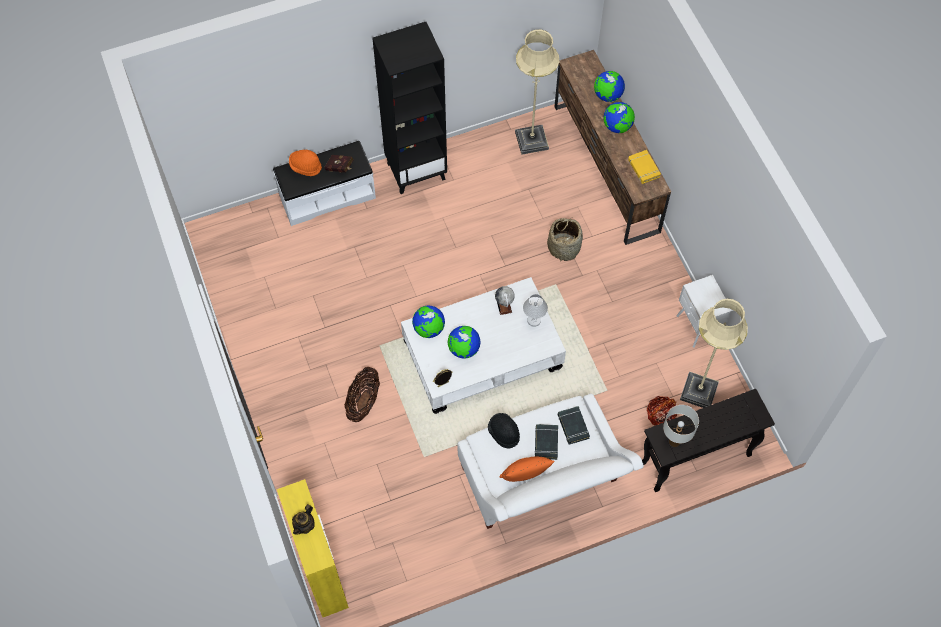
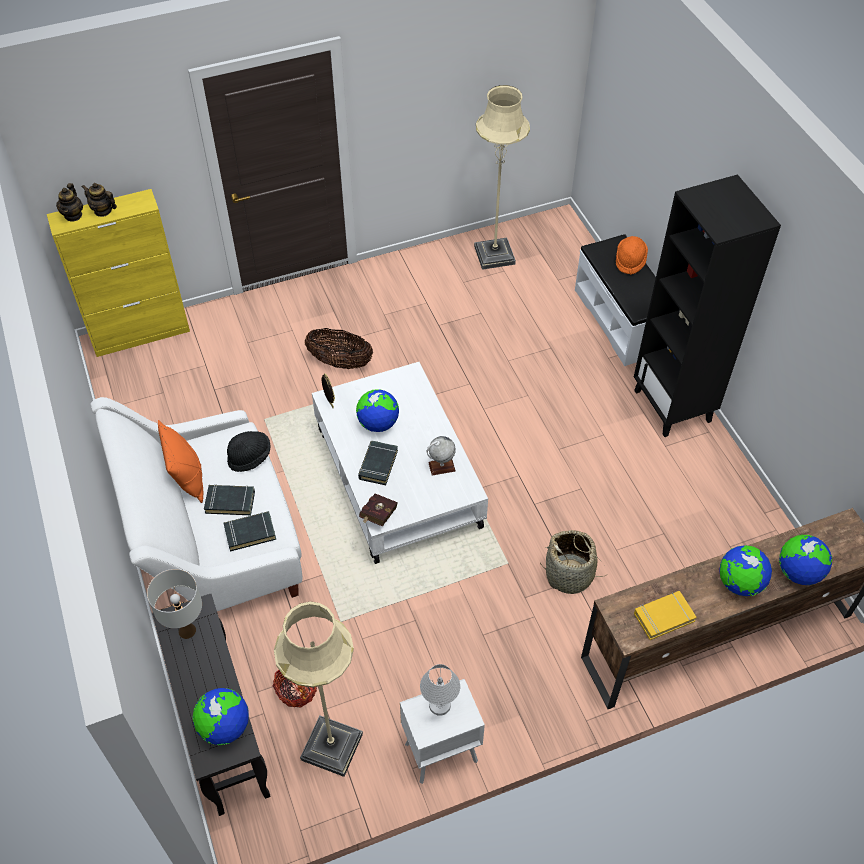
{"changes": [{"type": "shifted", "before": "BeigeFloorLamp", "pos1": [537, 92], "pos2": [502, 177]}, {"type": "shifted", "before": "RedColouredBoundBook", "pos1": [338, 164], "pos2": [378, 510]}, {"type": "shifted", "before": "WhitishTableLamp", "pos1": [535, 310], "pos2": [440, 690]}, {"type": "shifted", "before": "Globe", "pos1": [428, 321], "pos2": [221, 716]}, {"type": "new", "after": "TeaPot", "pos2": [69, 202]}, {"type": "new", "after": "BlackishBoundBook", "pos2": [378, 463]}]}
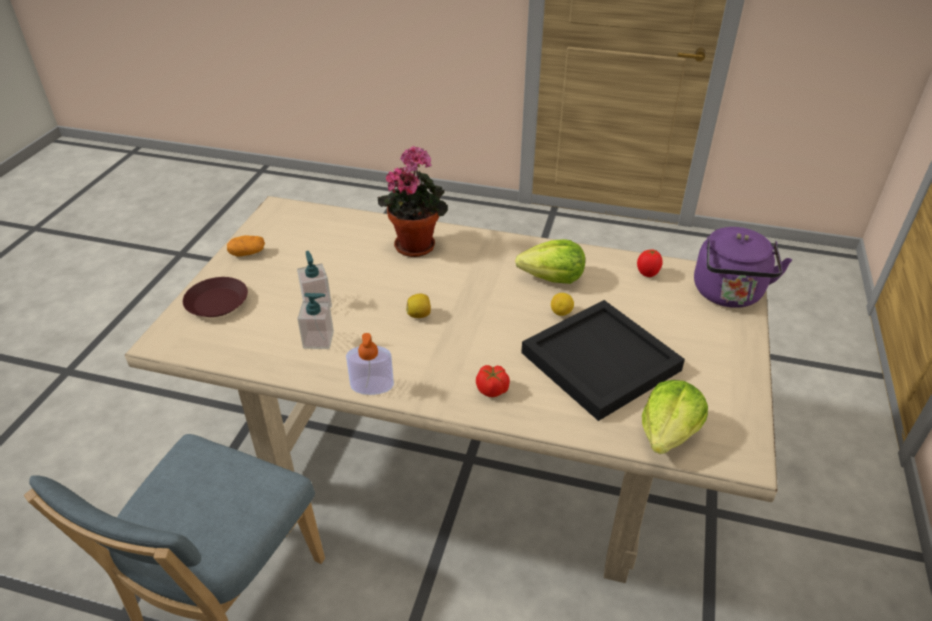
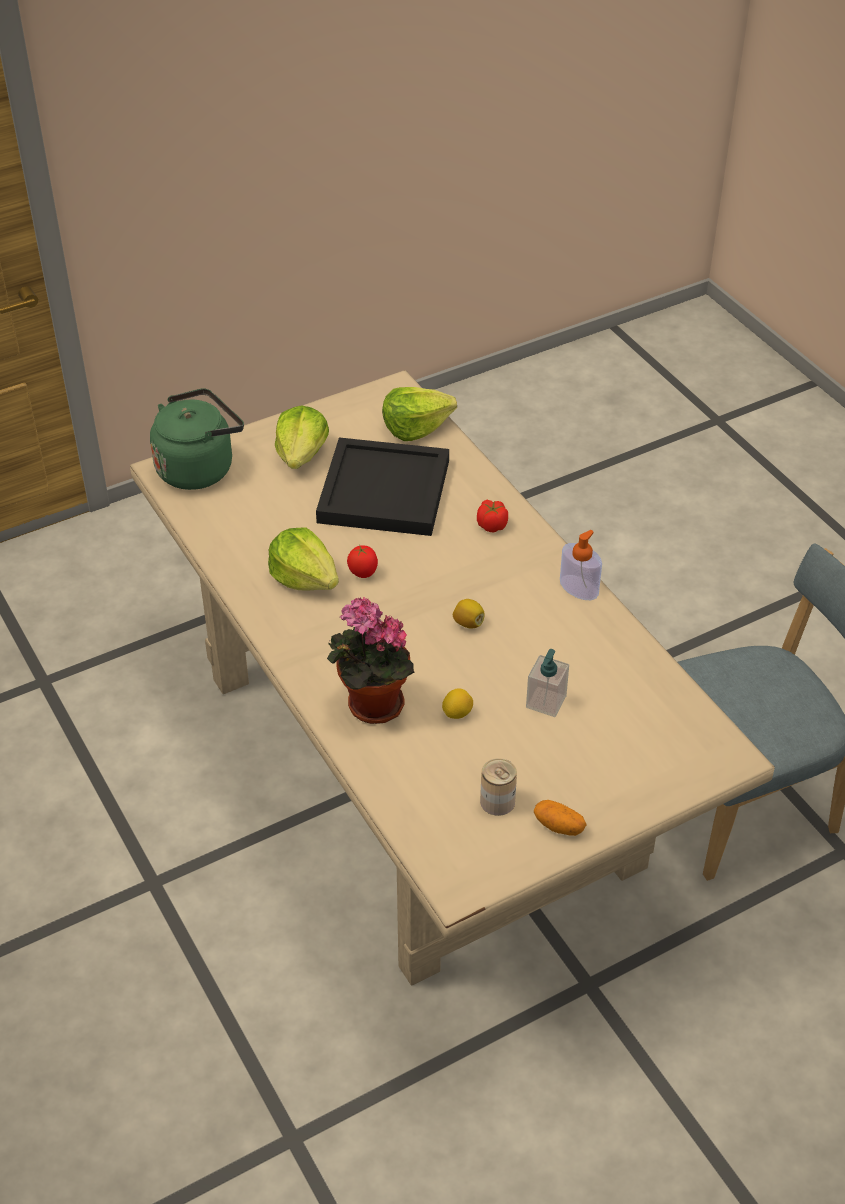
{"changes": [{"type": "repainted", "before": "PurplishKettle", "after": "GreenishKettle", "pos1": [743, 267], "pos2": [197, 439]}, {"type": "shifted", "before": "WholeTomato", "pos1": [650, 263], "pos2": [362, 561]}, {"type": "gone", "before": "BrownFlatDish", "pos1": [215, 297]}, {"type": "gone", "before": "SoapDispenser", "pos1": [315, 321]}, {"type": "shifted", "before": "WholeLemon", "pos1": [562, 304], "pos2": [457, 703]}, {"type": "new", "after": "Lettuce", "pos2": [302, 437]}, {"type": "new", "after": "Can", "pos2": [498, 787]}]}
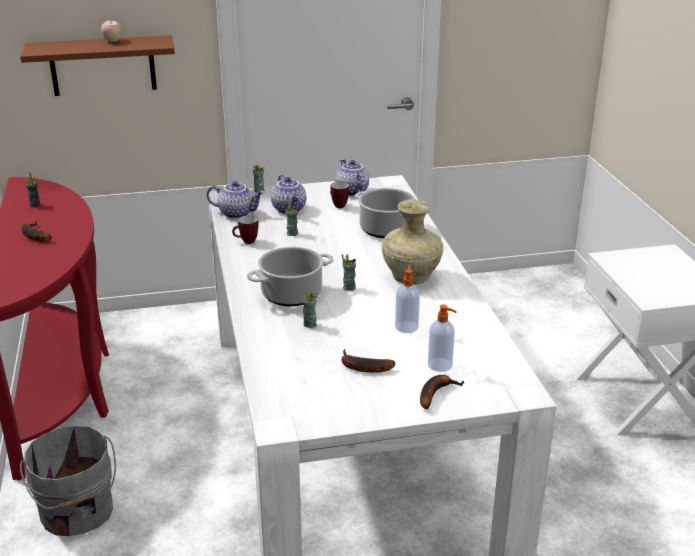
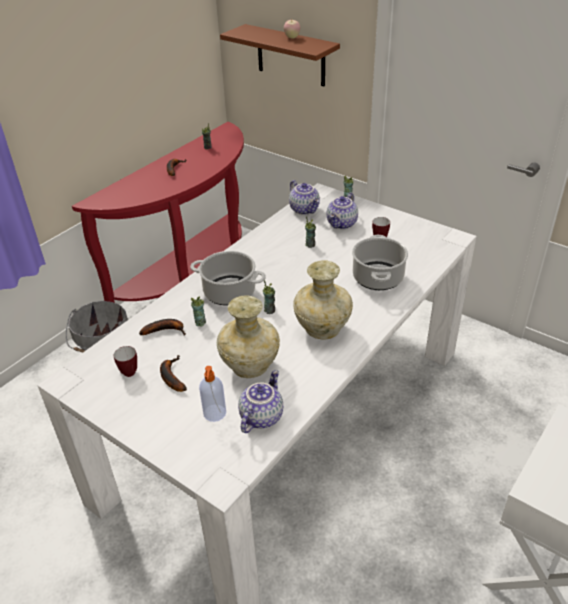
{"changes": [{"type": "shifted", "before": "TeaPot", "pos1": [352, 177], "pos2": [260, 401]}, {"type": "shifted", "before": "TeaMug", "pos1": [245, 229], "pos2": [125, 361]}, {"type": "swapped", "before": "SoapDispenser", "after": "BeigeFlowerVase", "pos1": [407, 299], "pos2": [248, 336]}, {"type": "shifted", "before": "BananaFruit", "pos1": [442, 392], "pos2": [162, 327]}]}
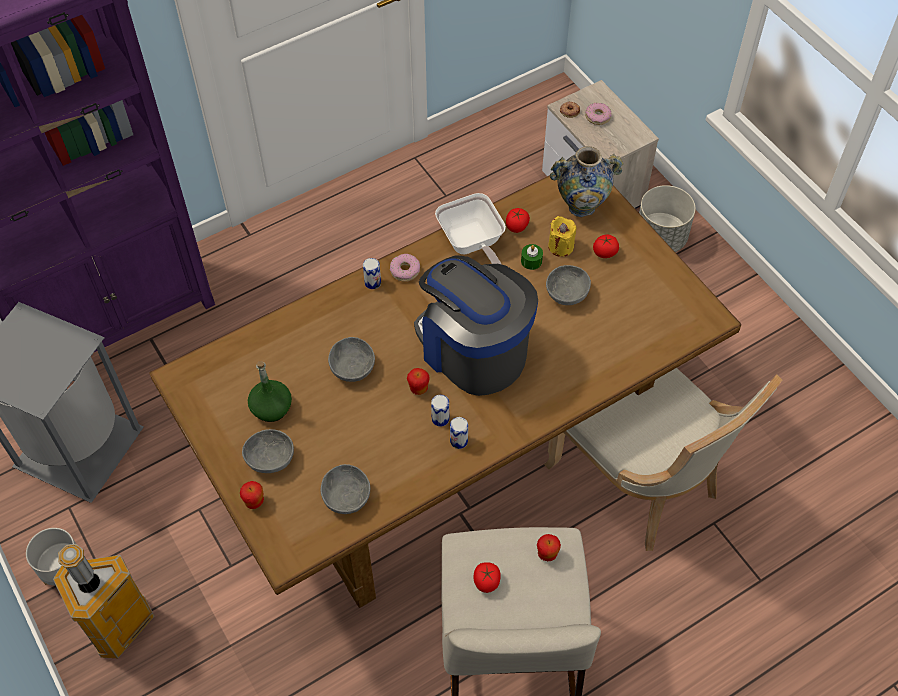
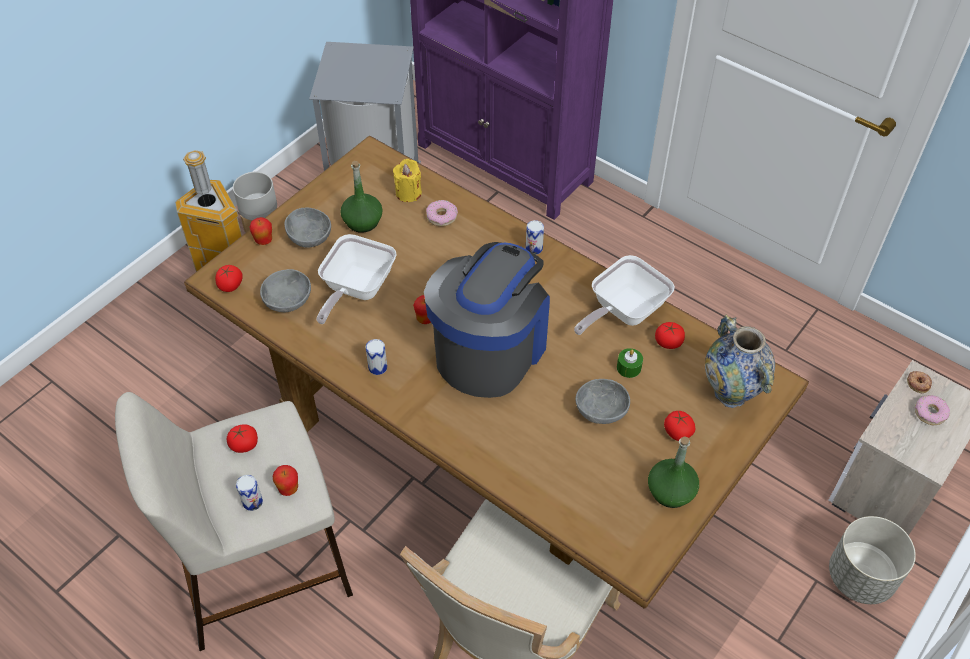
{"changes": [{"type": "shifted", "before": "YellowishWaxLight", "pos1": [562, 236], "pos2": [407, 180]}, {"type": "shifted", "before": "RingDoughnut", "pos1": [405, 268], "pos2": [442, 213]}, {"type": "gone", "before": "GreyishServingBowl", "pos1": [351, 359]}, {"type": "shifted", "before": "Can", "pos1": [440, 411], "pos2": [249, 493]}, {"type": "new", "after": "Pan", "pos2": [357, 279]}, {"type": "new", "after": "WholeTomato", "pos2": [229, 278]}, {"type": "new", "after": "GreenishDrinkBottle", "pos2": [673, 472]}]}
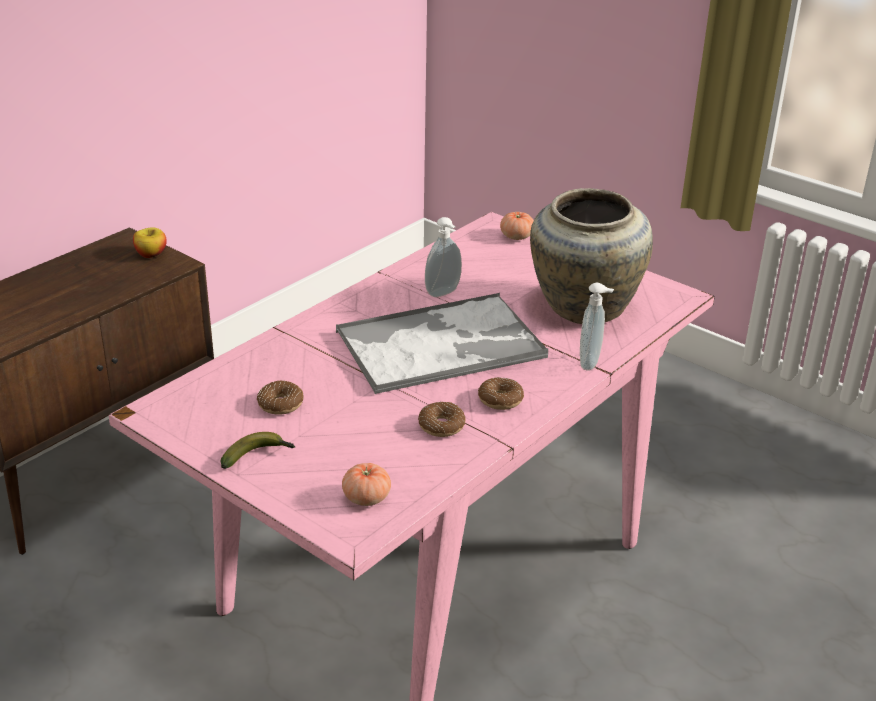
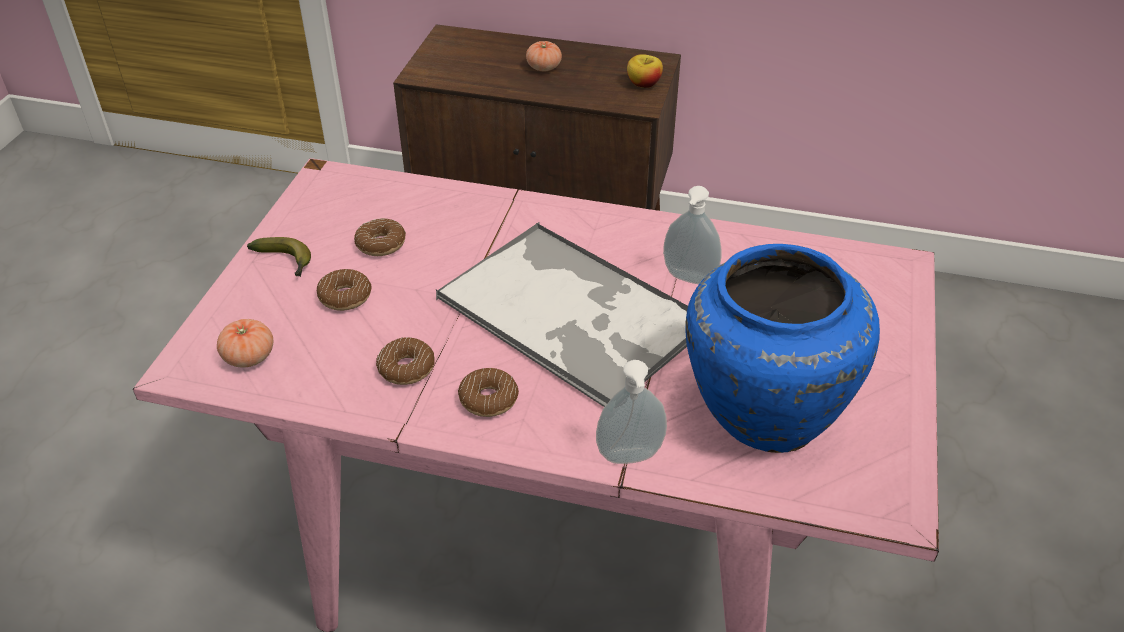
{"changes": [{"type": "repainted", "before": "BeigeFlowerVase", "after": "BlueColouredFlowerVase", "pos1": [591, 256], "pos2": [782, 348]}, {"type": "shifted", "before": "WholeTomato", "pos1": [517, 226], "pos2": [544, 56]}, {"type": "new", "after": "RingDoughnut", "pos2": [344, 290]}]}
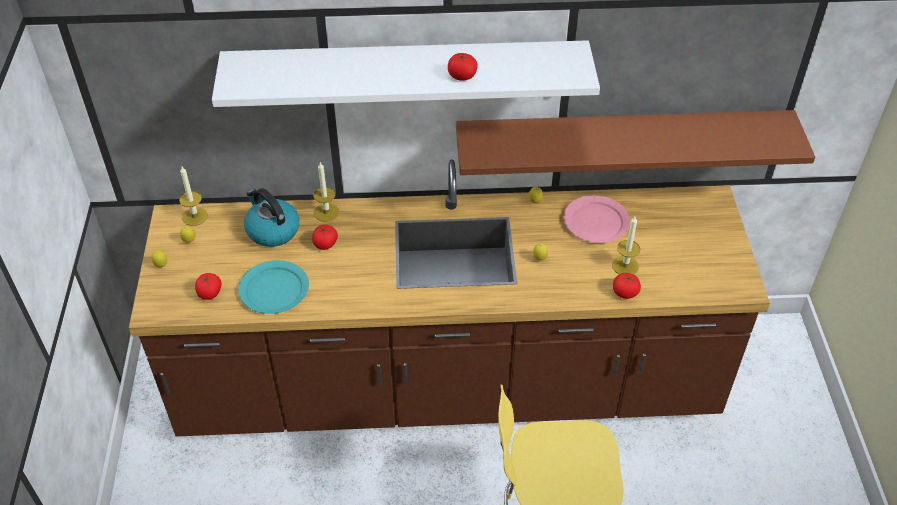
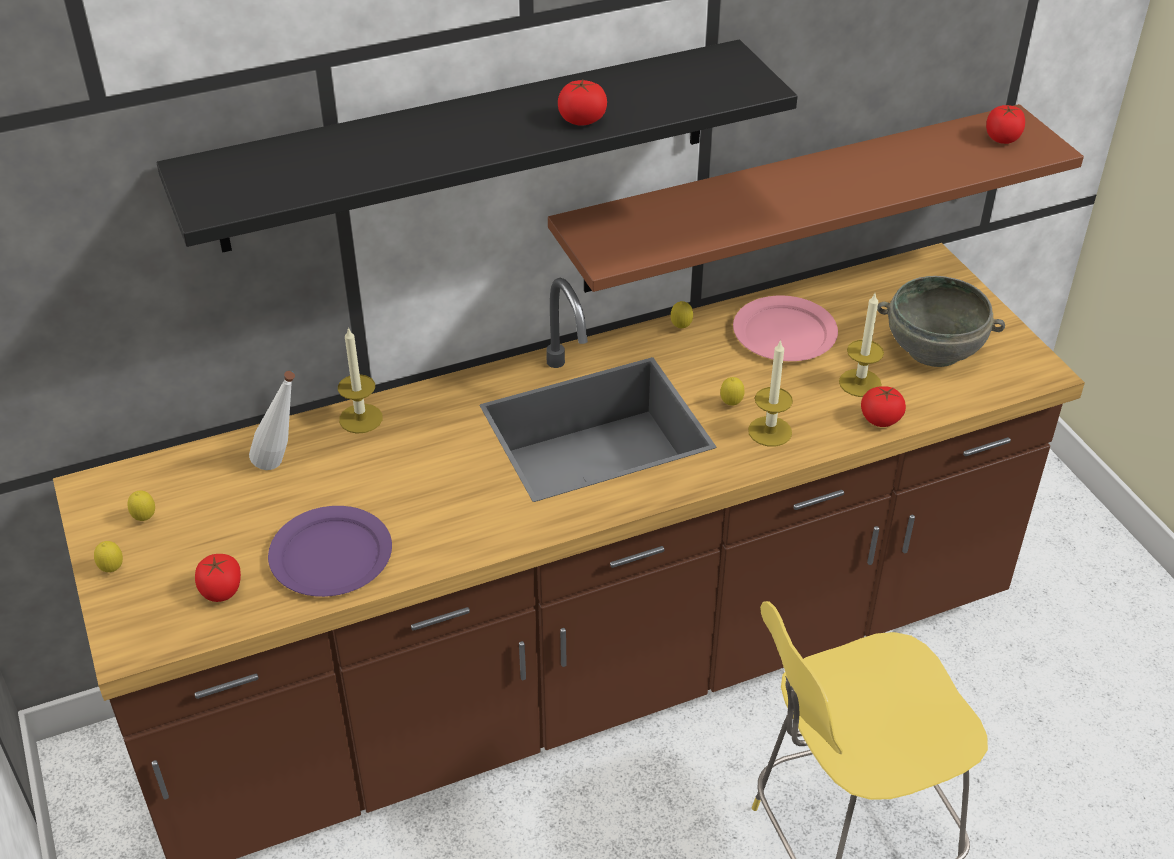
{"changes": [{"type": "repainted", "before": "WhitishBracketShelf", "after": "BlackishBracketShelf", "pos1": [406, 73], "pos2": [477, 146]}, {"type": "shifted", "before": "WaxLight", "pos1": [193, 196], "pos2": [770, 393]}, {"type": "swapped", "before": "Kettle", "after": "WhitishDrinkBottle", "pos1": [271, 217], "pos2": [272, 420]}, {"type": "shifted", "before": "WholeTomato", "pos1": [325, 237], "pos2": [1005, 124]}, {"type": "repainted", "before": "TurquoiseColouredFlatDish", "after": "PurplishFlatDish", "pos1": [273, 287], "pos2": [330, 551]}, {"type": "new", "after": "GreyishServingBowl", "pos2": [941, 321]}]}
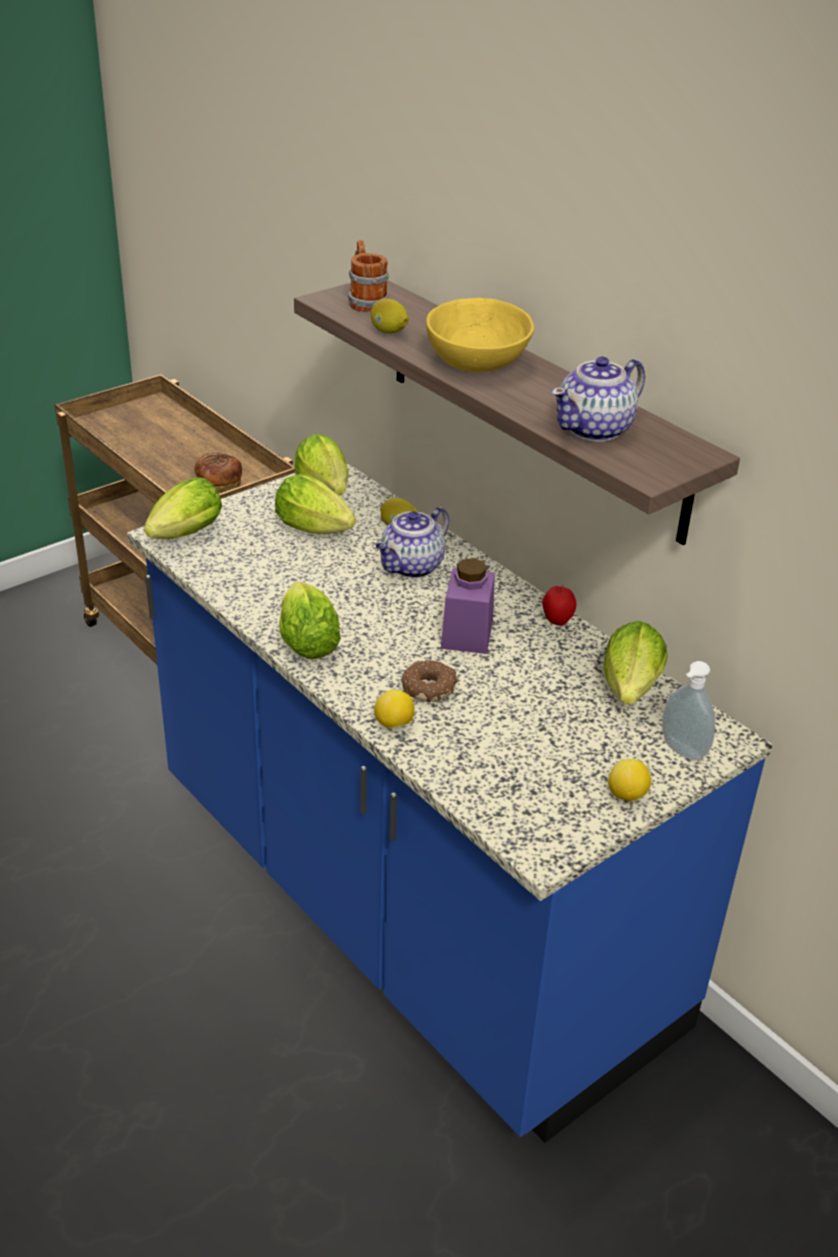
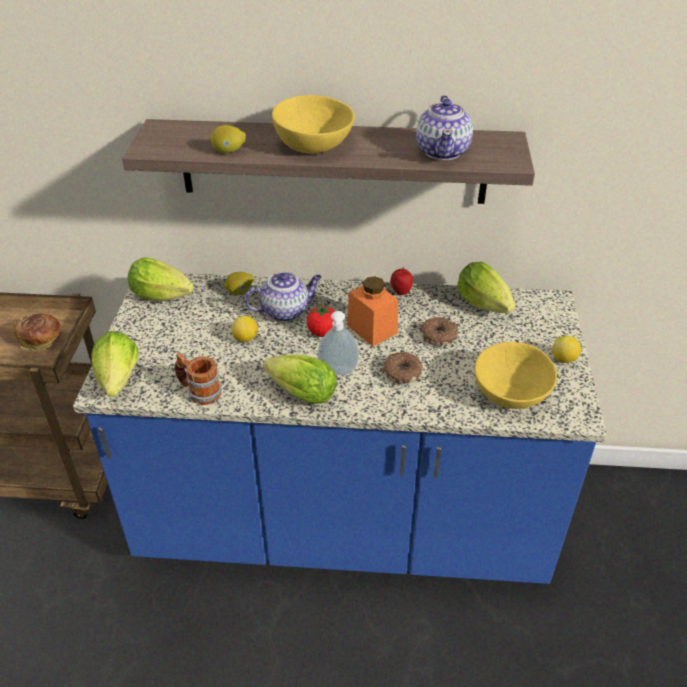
{"changes": [{"type": "shifted", "before": "TeaMug", "pos1": [369, 276], "pos2": [198, 379]}, {"type": "gone", "before": "Lettuce", "pos1": [315, 504]}, {"type": "rotated", "before": "TeaPot", "pos1": [412, 542], "pos2": [283, 297], "turn": -105}, {"type": "repainted", "before": "PurplishPreserveJar", "after": "OrangePreserveJar", "pos1": [468, 606], "pos2": [372, 311]}, {"type": "shifted", "before": "SoapDispenser", "pos1": [688, 711], "pos2": [338, 343]}, {"type": "shifted", "before": "WholeLemon", "pos1": [394, 709], "pos2": [245, 329]}, {"type": "new", "after": "WholeTomato", "pos2": [321, 321]}, {"type": "new", "after": "RingDoughnut", "pos2": [439, 331]}, {"type": "new", "after": "YellowishServingBowl", "pos2": [516, 375]}]}
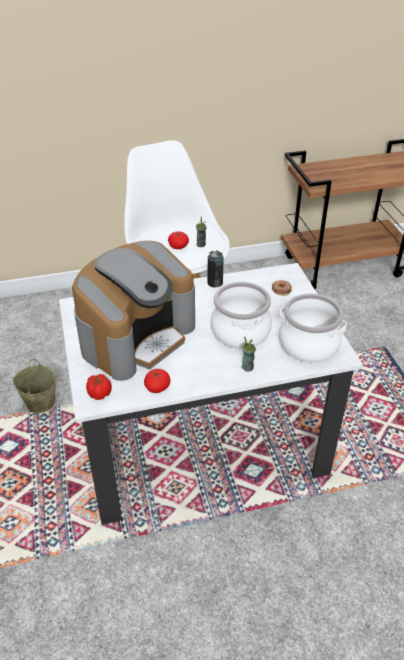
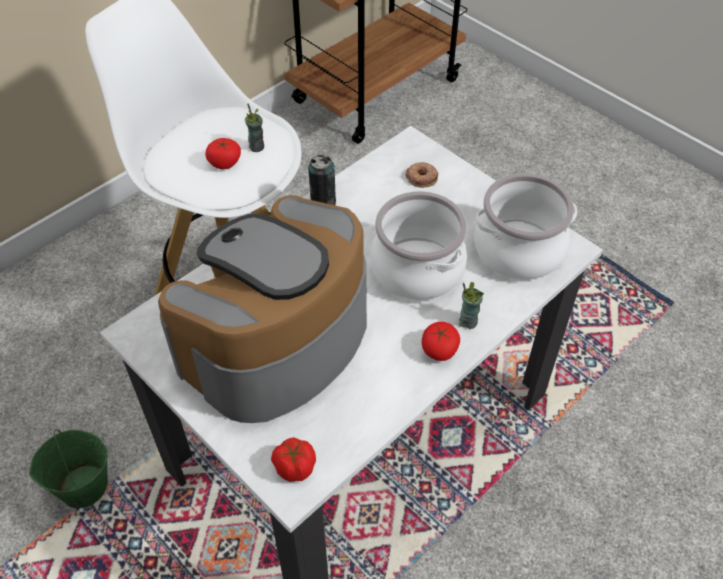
{"changes": [{"type": "rotated", "before": "CoffeeMachine", "pos1": [133, 311], "pos2": [262, 309], "turn": -150}, {"type": "repainted", "before": "BeigeWaterBucket", "after": "GreenishWaterBucket", "pos1": [34, 386], "pos2": [68, 468]}, {"type": "shifted", "before": "WholeTomato", "pos1": [157, 381], "pos2": [441, 341]}]}
